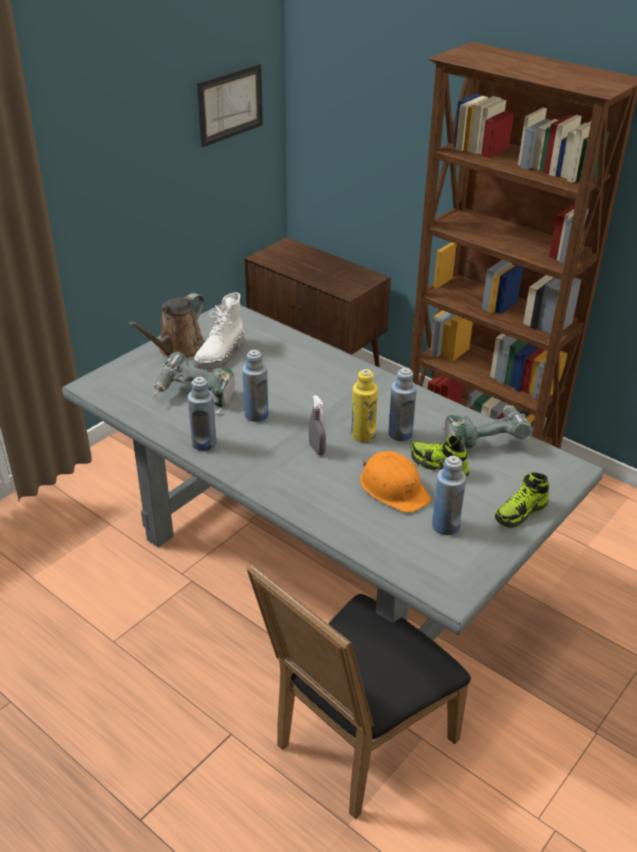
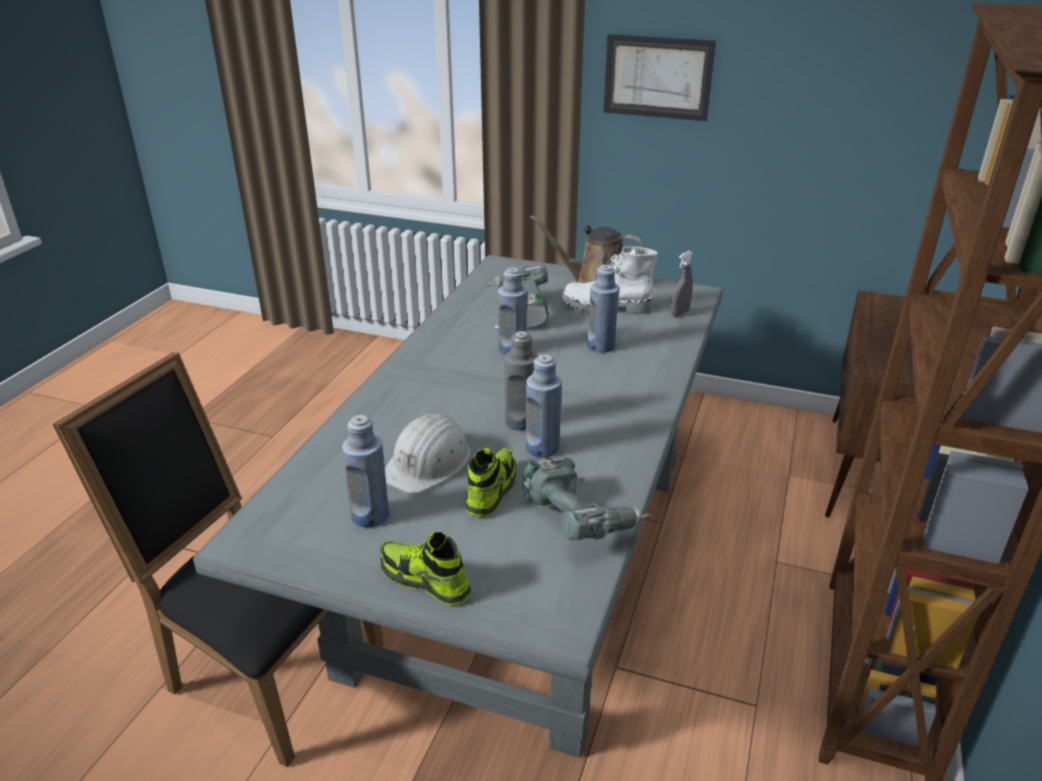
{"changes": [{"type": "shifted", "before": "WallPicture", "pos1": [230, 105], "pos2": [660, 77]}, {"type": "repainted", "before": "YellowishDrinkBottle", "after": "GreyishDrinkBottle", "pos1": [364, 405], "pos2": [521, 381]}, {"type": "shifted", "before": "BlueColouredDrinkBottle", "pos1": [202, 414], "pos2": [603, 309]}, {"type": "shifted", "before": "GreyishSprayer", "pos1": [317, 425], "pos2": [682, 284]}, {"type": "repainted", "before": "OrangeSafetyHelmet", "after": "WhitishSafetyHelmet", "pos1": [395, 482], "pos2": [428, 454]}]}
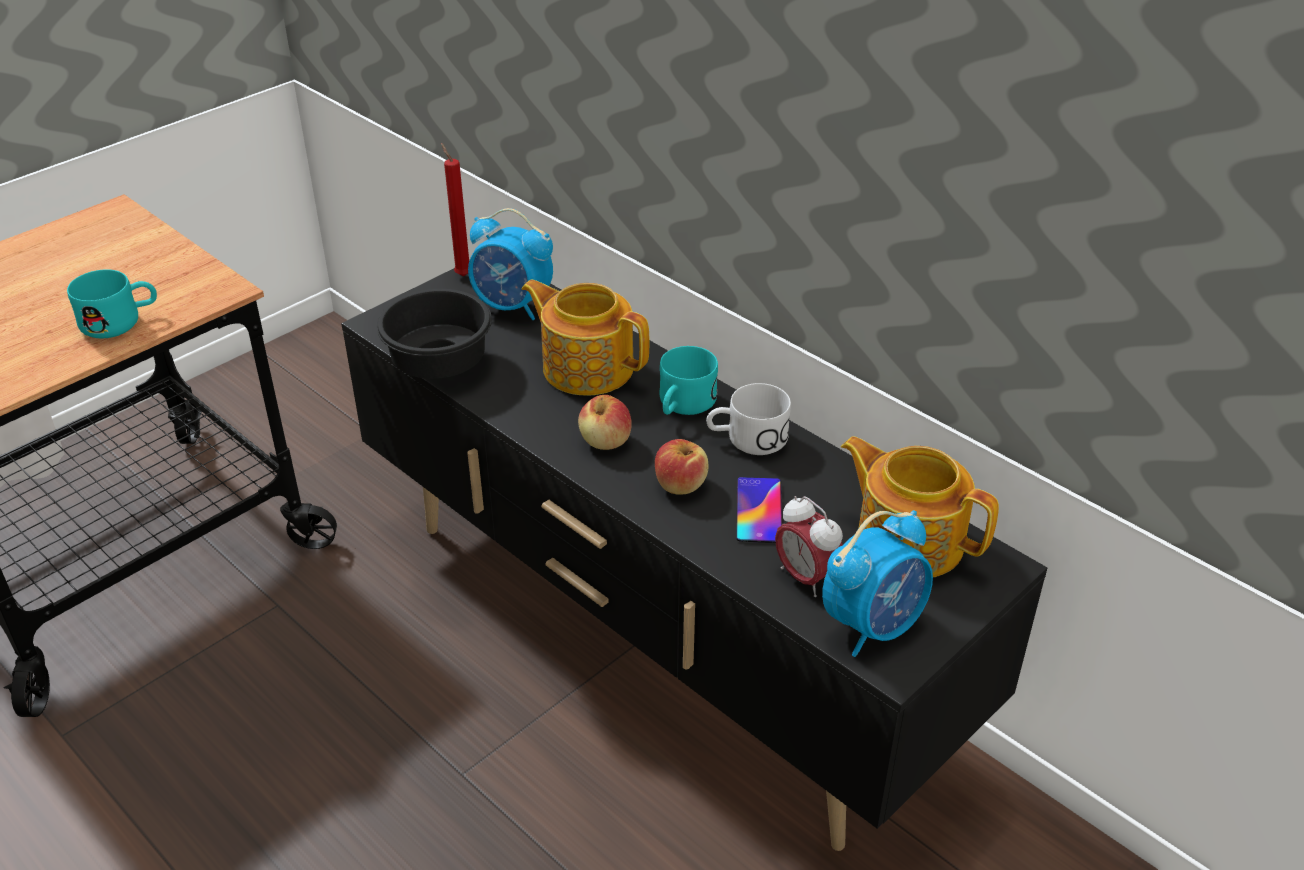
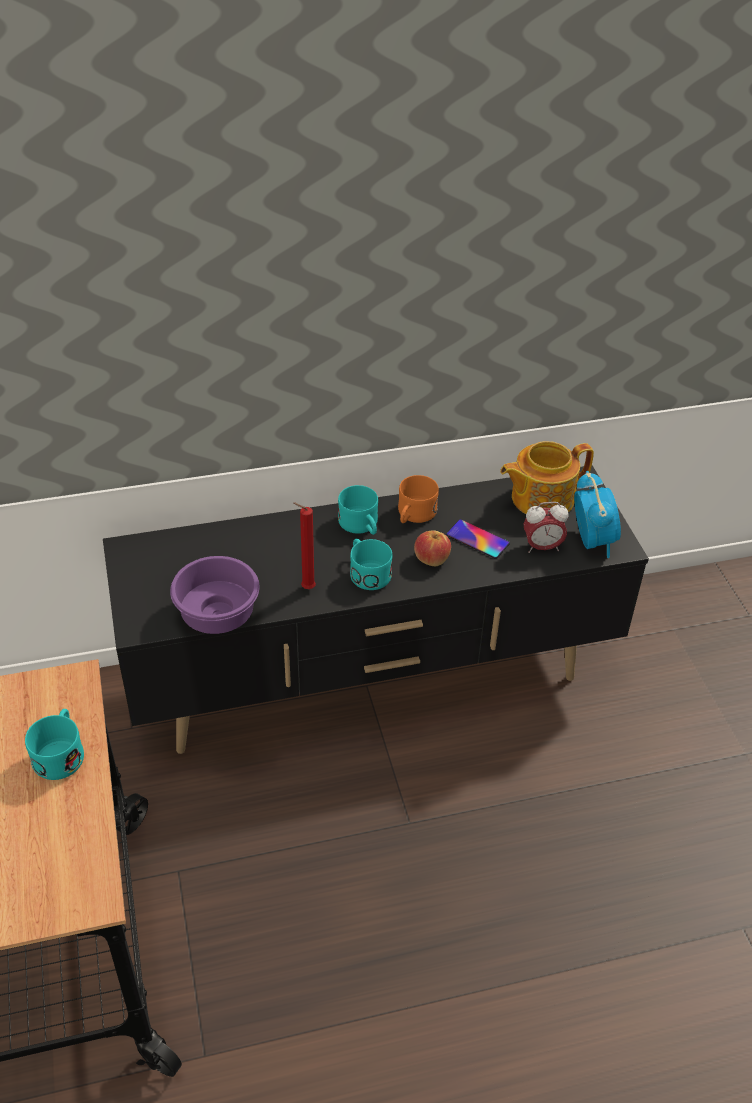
{"changes": [{"type": "shifted", "before": "RedColouredWaxLight", "pos1": [455, 209], "pos2": [304, 546]}, {"type": "gone", "before": "BedsideClock", "pos1": [510, 264]}, {"type": "gone", "before": "TeaPot", "pos1": [586, 338]}, {"type": "repainted", "before": "BlackishServingBowl", "after": "PurplishServingBowl", "pos1": [434, 334], "pos2": [215, 595]}, {"type": "repainted", "before": "WhitishTeaMug", "after": "OrangeTeaMug", "pos1": [748, 419], "pos2": [418, 499]}, {"type": "swapped", "before": "Apple", "after": "TurquoiseColouredTeaMug", "pos1": [605, 422], "pos2": [371, 564]}]}
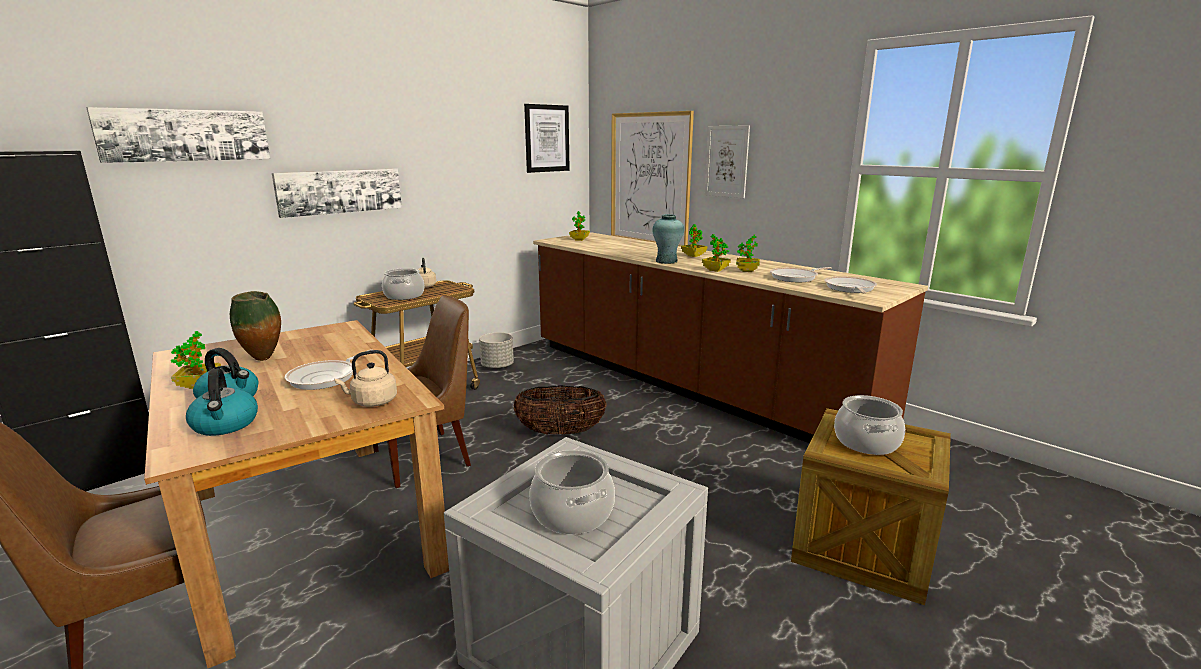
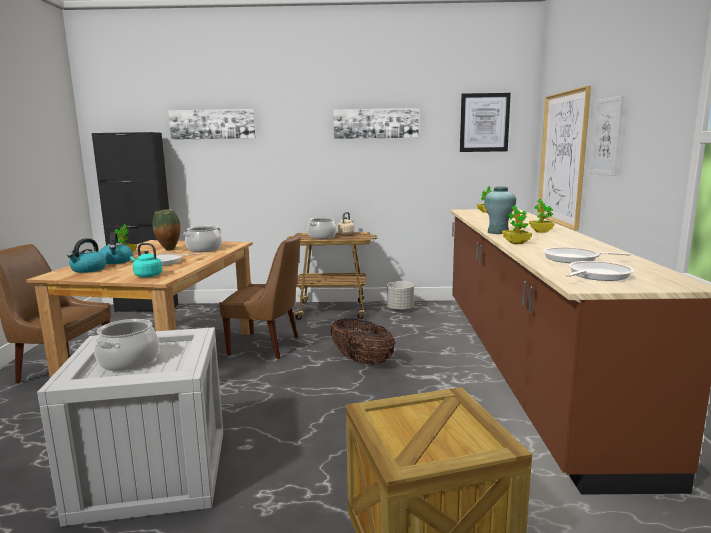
{"changes": [{"type": "shifted", "before": "WallPicture", "pos1": [337, 193], "pos2": [376, 123]}, {"type": "gone", "before": "PottedPlant", "pos1": [748, 253]}, {"type": "repainted", "before": "BeigeKettle", "after": "TurquoiseColouredKettle", "pos1": [366, 378], "pos2": [146, 260]}, {"type": "shifted", "before": "Saucepot", "pos1": [869, 425], "pos2": [203, 239]}]}
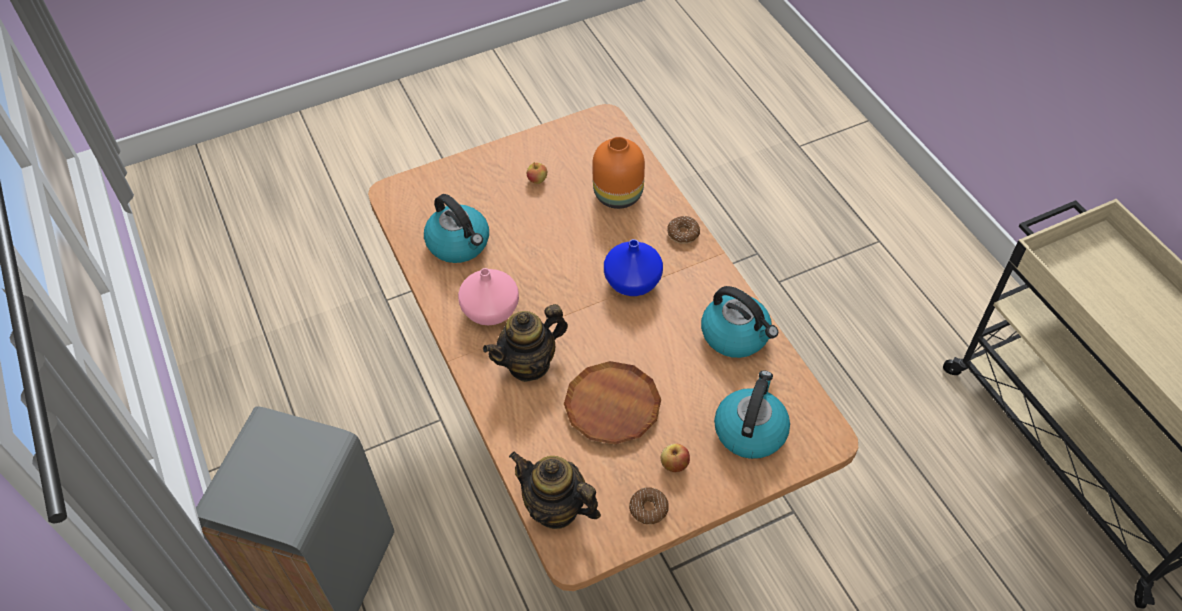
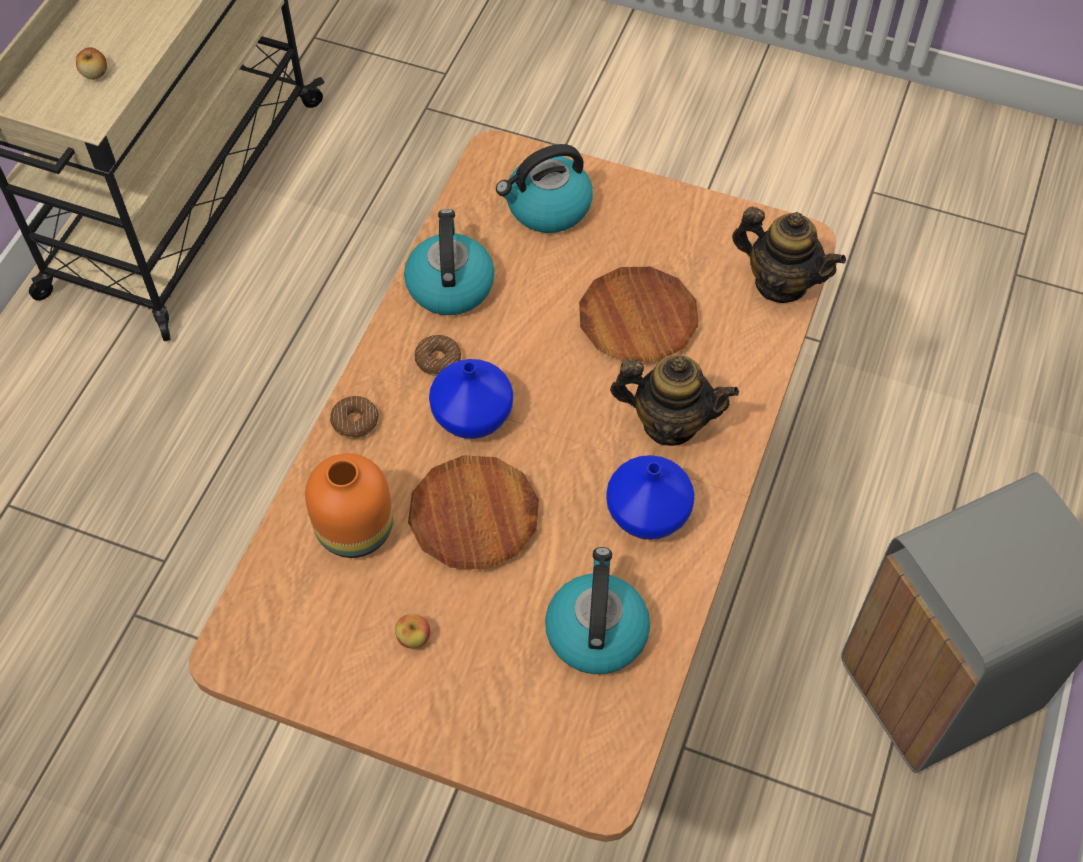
{"changes": [{"type": "repainted", "before": "PinkFlowerVase", "after": "BlueColouredFlowerVase", "pos1": [488, 296], "pos2": [650, 497]}, {"type": "shifted", "before": "Apple", "pos1": [675, 458], "pos2": [91, 63]}, {"type": "rotated", "before": "TeaPot", "pos1": [555, 490], "pos2": [789, 255], "turn": -45}, {"type": "shifted", "before": "RingDoughnut", "pos1": [649, 506], "pos2": [437, 355]}, {"type": "new", "after": "BrownFlatDish", "pos2": [473, 512]}]}
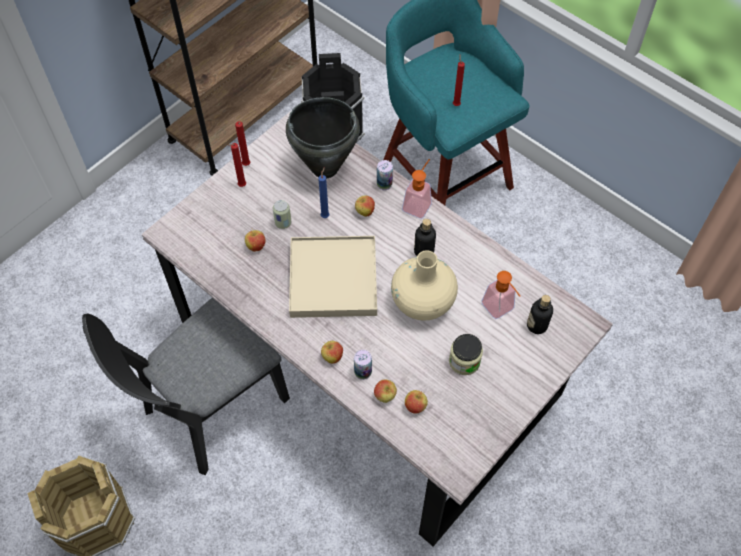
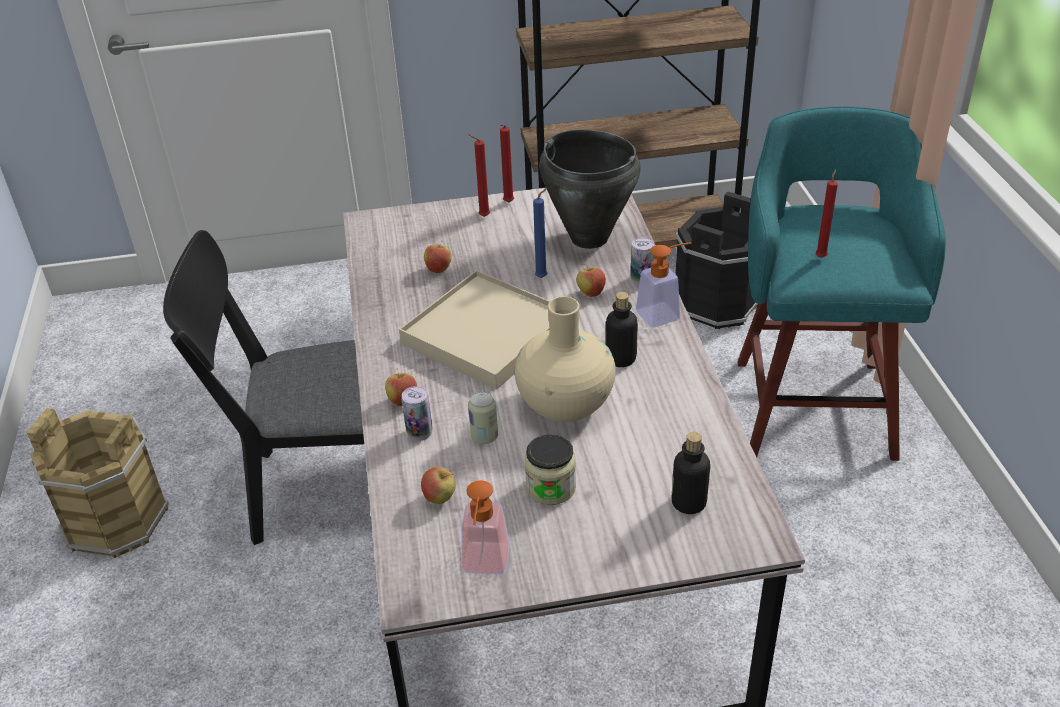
{"changes": [{"type": "shifted", "before": "Can", "pos1": [282, 214], "pos2": [483, 418]}, {"type": "shifted", "before": "SoapDispenser", "pos1": [500, 295], "pos2": [485, 527]}, {"type": "gone", "before": "Apple", "pos1": [385, 391]}]}
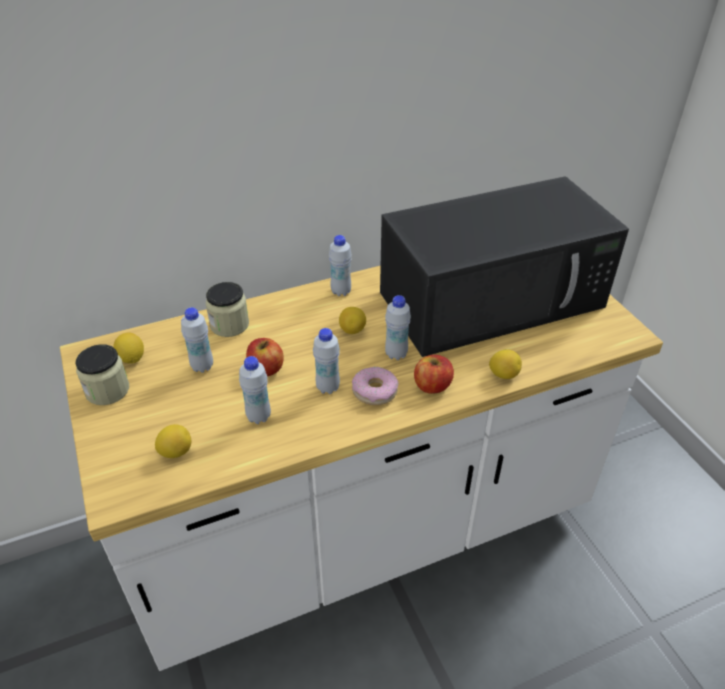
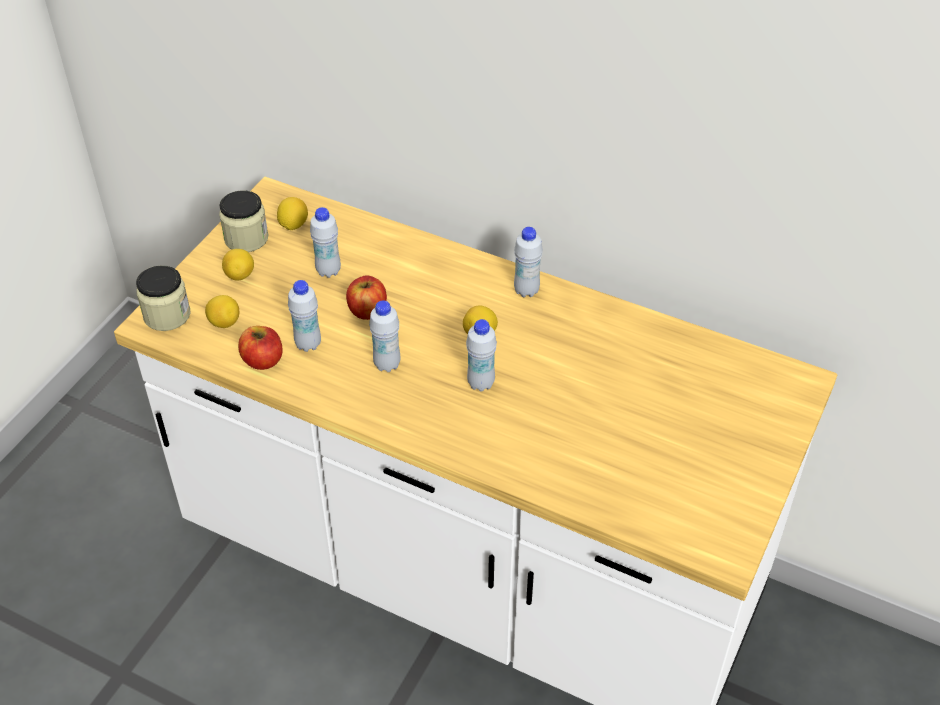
{"changes": [{"type": "gone", "before": "BlackishMicrowaveOven", "pos1": [504, 266]}, {"type": "shifted", "before": "PreserveJar", "pos1": [227, 309], "pos2": [163, 298]}, {"type": "shifted", "before": "WholeLemon", "pos1": [505, 364], "pos2": [238, 265]}, {"type": "shifted", "before": "Apple", "pos1": [434, 374], "pos2": [260, 348]}, {"type": "gone", "before": "RingDoughnut", "pos1": [375, 386]}]}
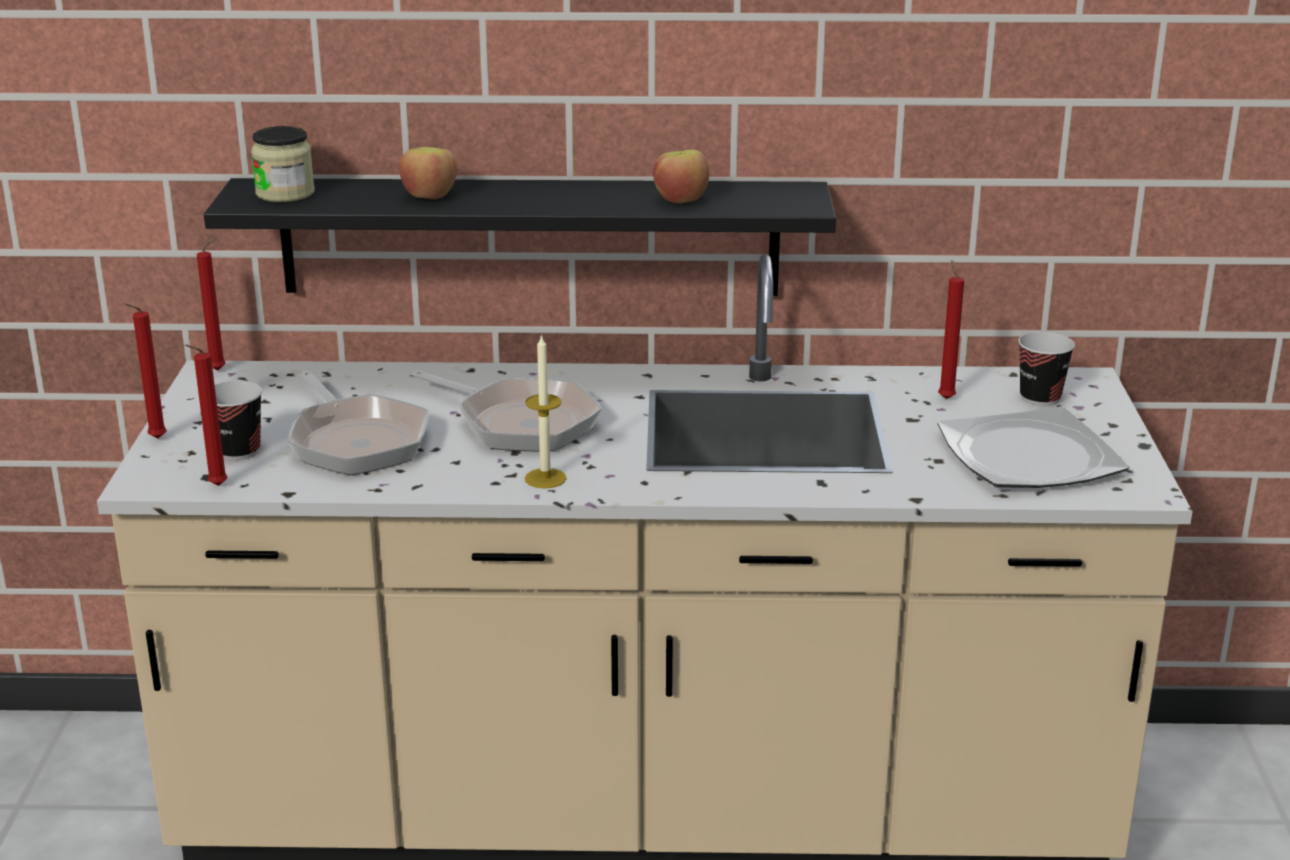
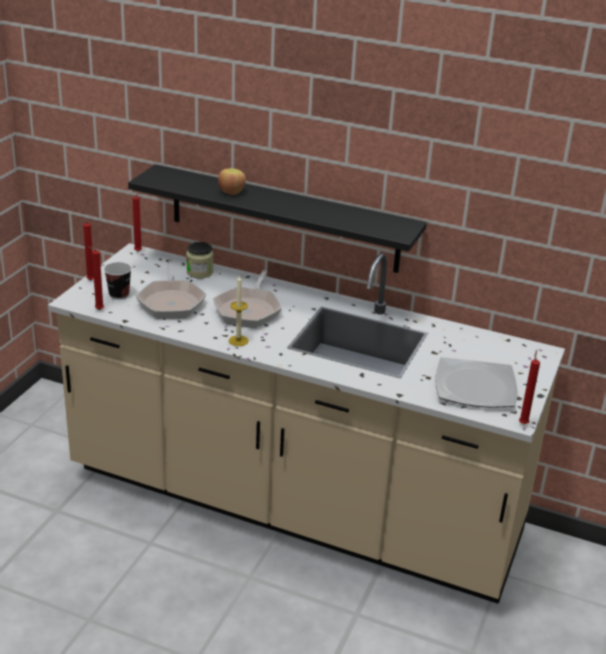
{"changes": [{"type": "shifted", "before": "PreserveJar", "pos1": [283, 164], "pos2": [199, 260]}, {"type": "gone", "before": "Apple", "pos1": [681, 176]}, {"type": "shifted", "before": "RedColouredWaxLight", "pos1": [951, 329], "pos2": [529, 387]}, {"type": "gone", "before": "Cup", "pos1": [1046, 369]}, {"type": "rotated", "before": "Pan", "pos1": [507, 411], "pos2": [247, 299], "turn": 45}]}
